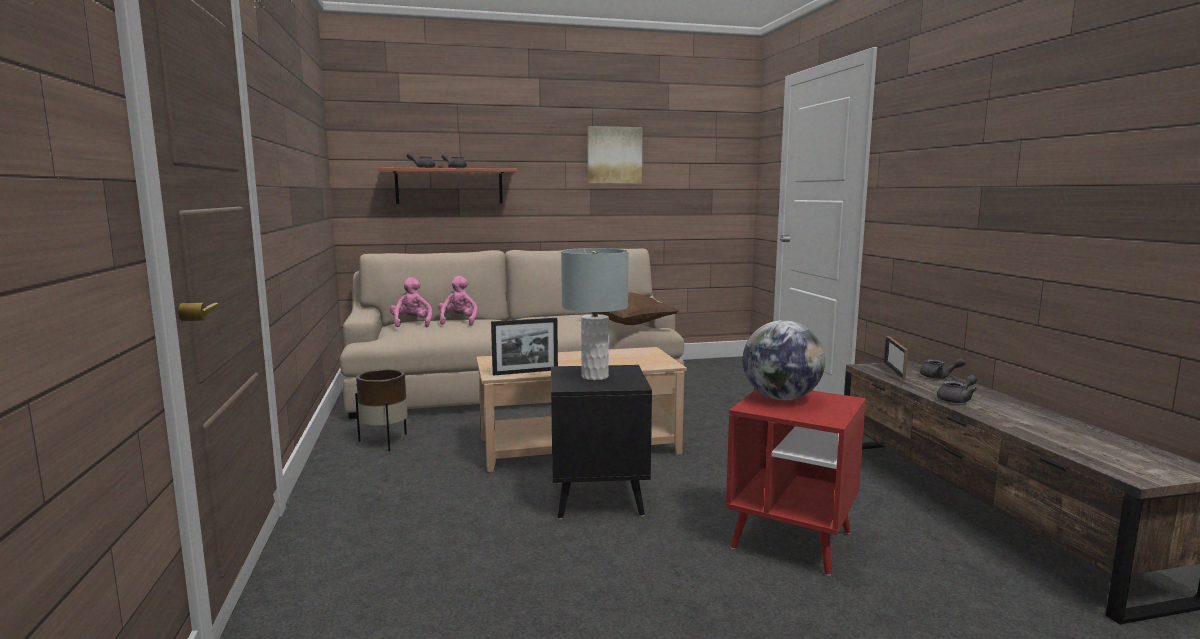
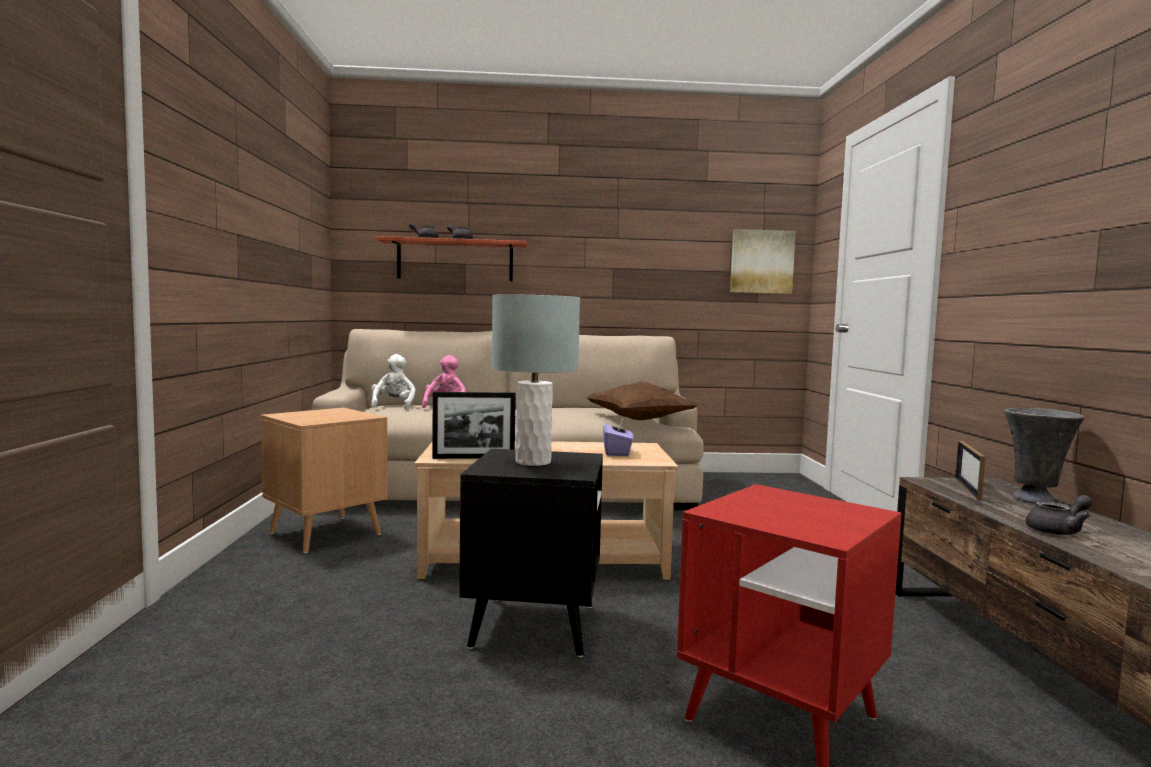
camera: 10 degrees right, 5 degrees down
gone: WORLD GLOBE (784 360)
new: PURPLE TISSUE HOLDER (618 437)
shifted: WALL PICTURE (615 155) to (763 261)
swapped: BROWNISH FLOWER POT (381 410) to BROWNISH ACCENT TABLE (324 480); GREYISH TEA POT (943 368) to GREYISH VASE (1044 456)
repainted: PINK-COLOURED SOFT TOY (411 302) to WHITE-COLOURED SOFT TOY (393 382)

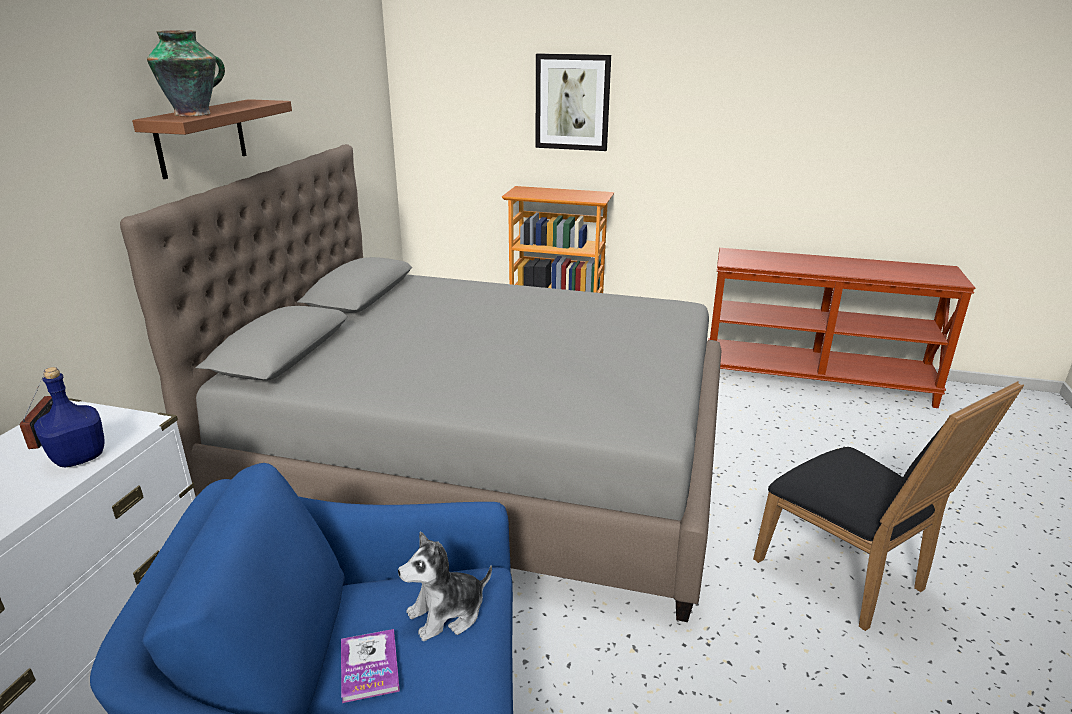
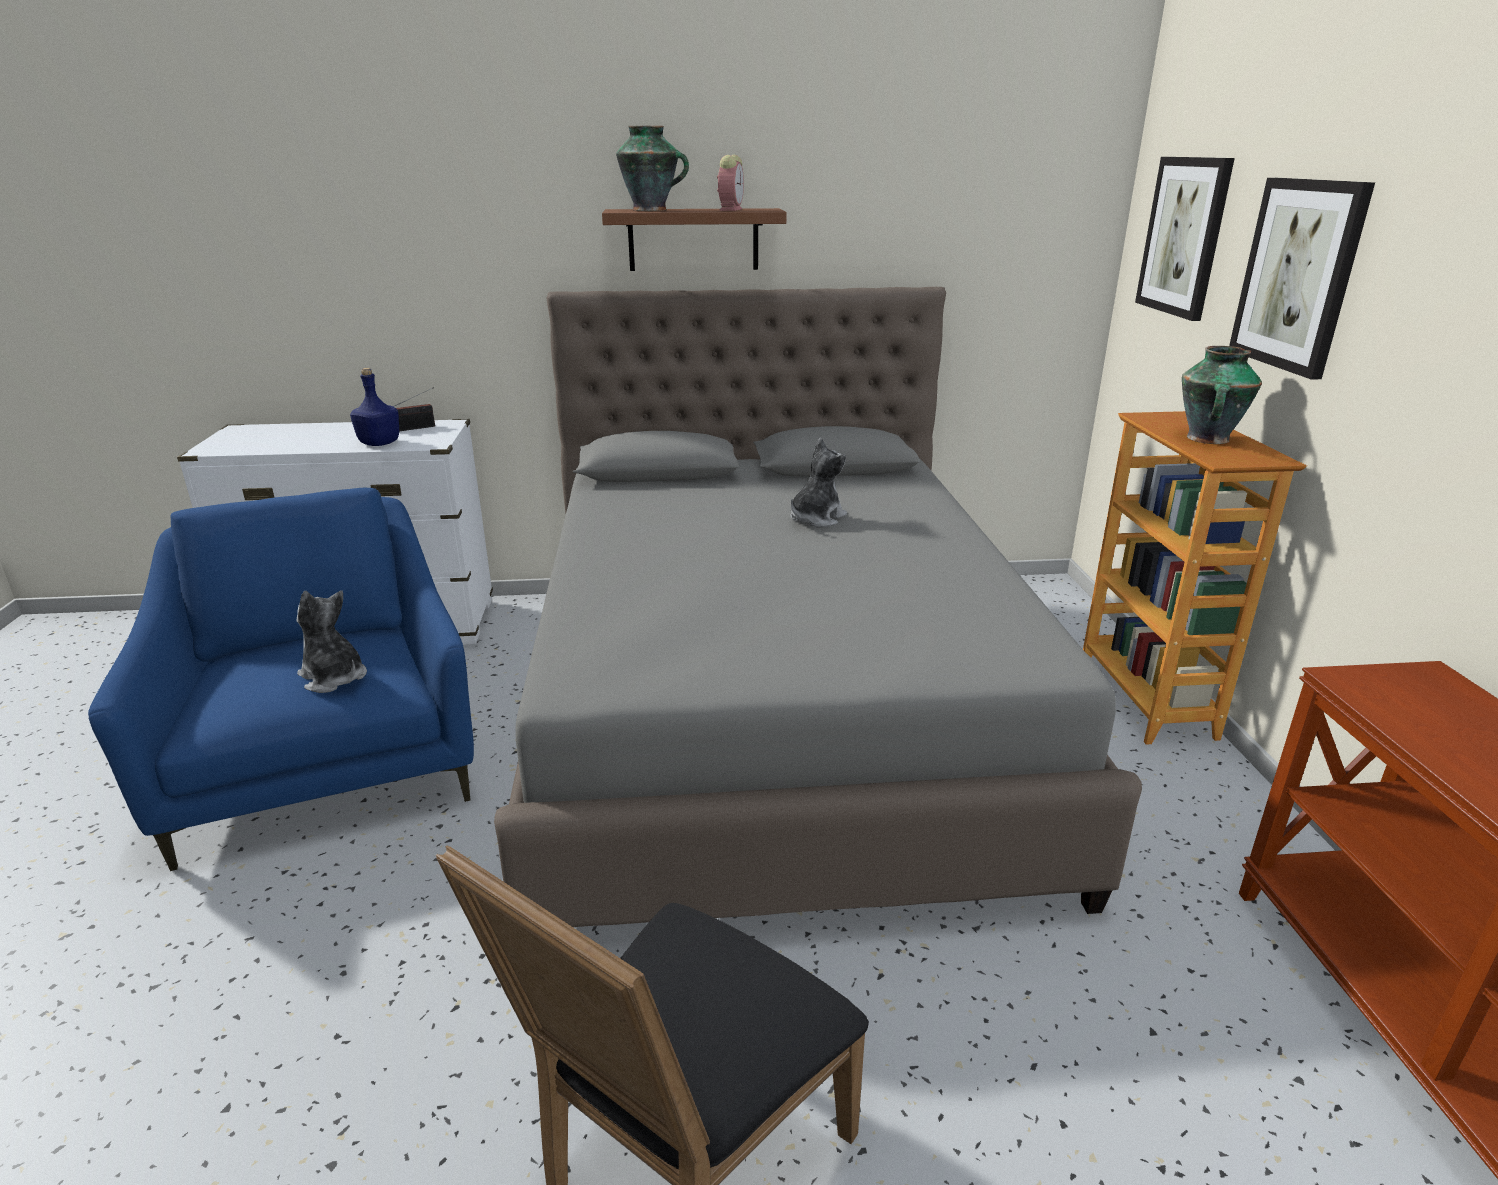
camera: 70 degrees right, 0 degrees up
gone: VOLUME (370 666)
new: ALARM CLOCK (730 183); SOFT TOY (818 482); WALL PICTURE (1185 239); VASE (1222 395)

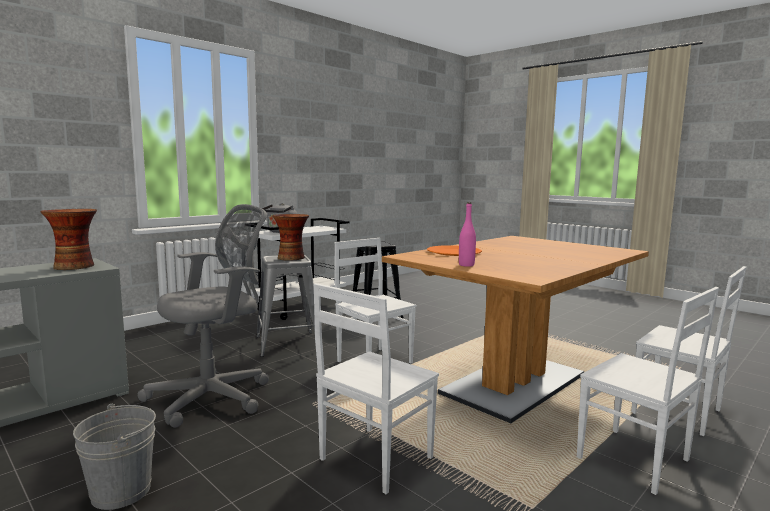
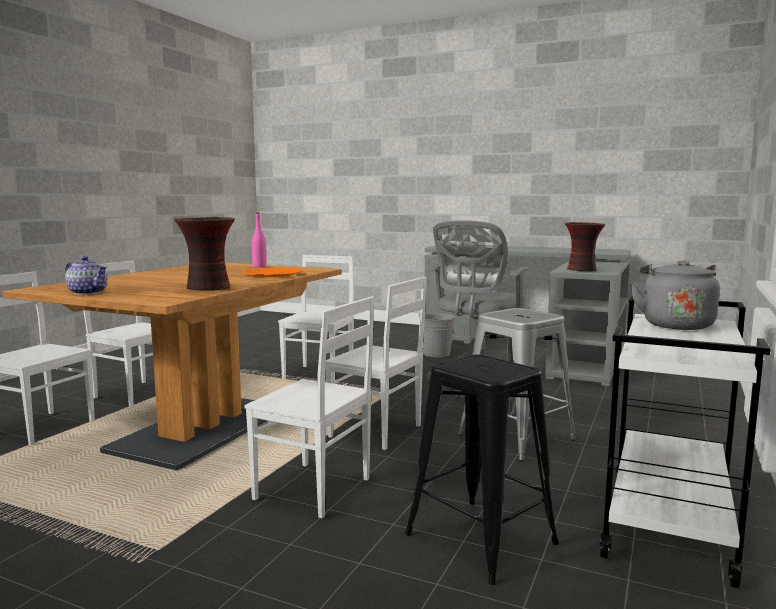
camera: 160 degrees right, 0 degrees up
new: TEA POT (86 275); WHITE-COLOURED CHAIR (309 407)
shifted: VASE (290 237) to (204 254)

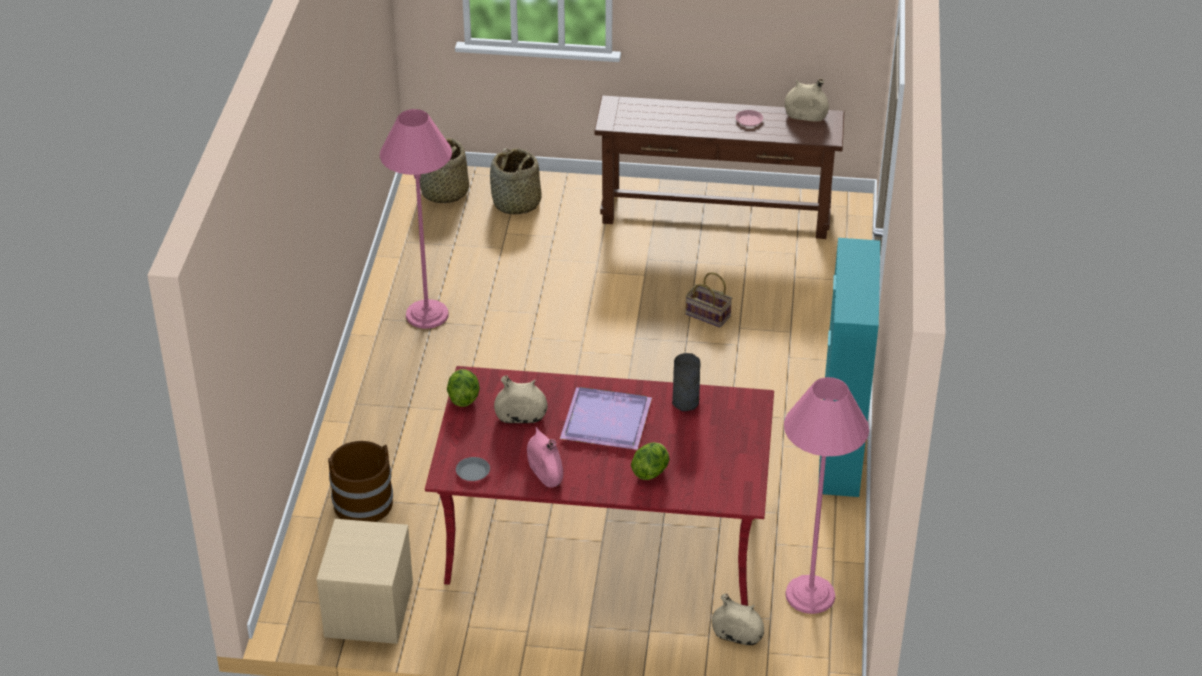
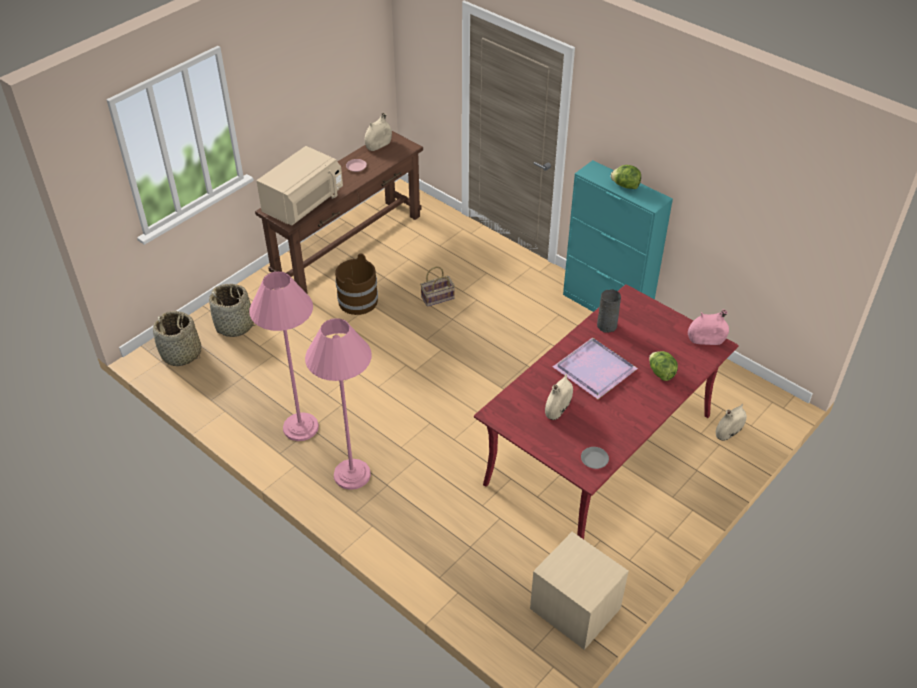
camera: 55 degrees left, 5 degrees up
new: SAND-COLOURED MICROWAVE OVEN (300 185)
shifted: BROWNISH BUCKET (360 481) to (356 284); HEAD OF LETTUCE (463 388) to (625 177); PINK-COLOURED VASE (545 457) to (708 327); PINK-COLOURED FLOOR LAMP (826 495) to (338 404)

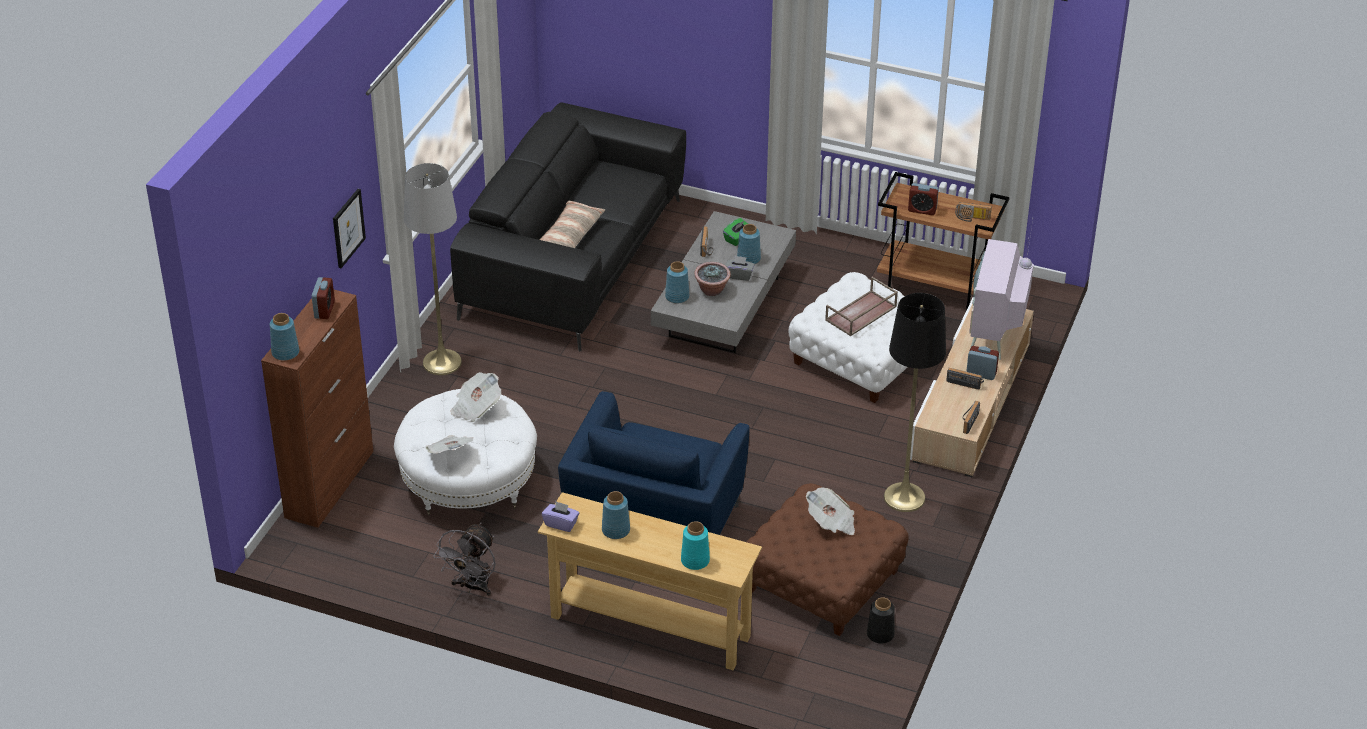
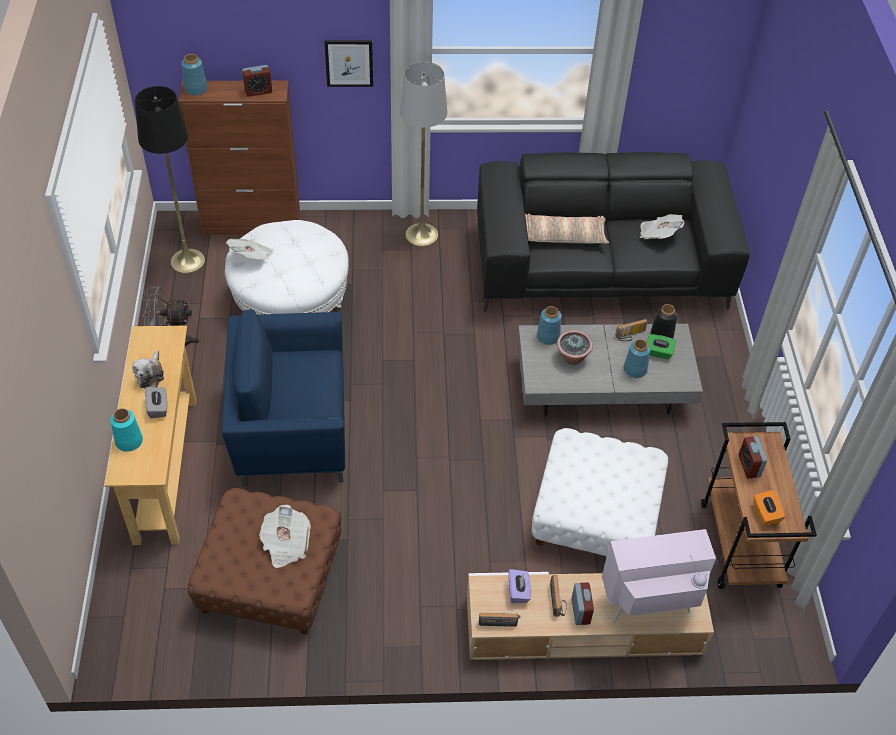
camera: 65 degrees right, 10 degrees up
gone: BROWNISH SERVING TRAY (861 306)
shifted: DAILY PAPER (475 397) to (662 226); PURPLE TISSUE HOLDER (560 516) to (519 586); GREYISH TISSUE HOLDER (740 268) to (156 402); BLACK VASE (881 620) to (664 321); BLACK FLOOR LAMP (915 402) to (170 180)
swapped: BLUE-COLOURED VASE (616 515) to SOFT TOY (148 369); RADIO (973 212) to ORANGE-COLOURED TISSUE HOLDER (769 508)

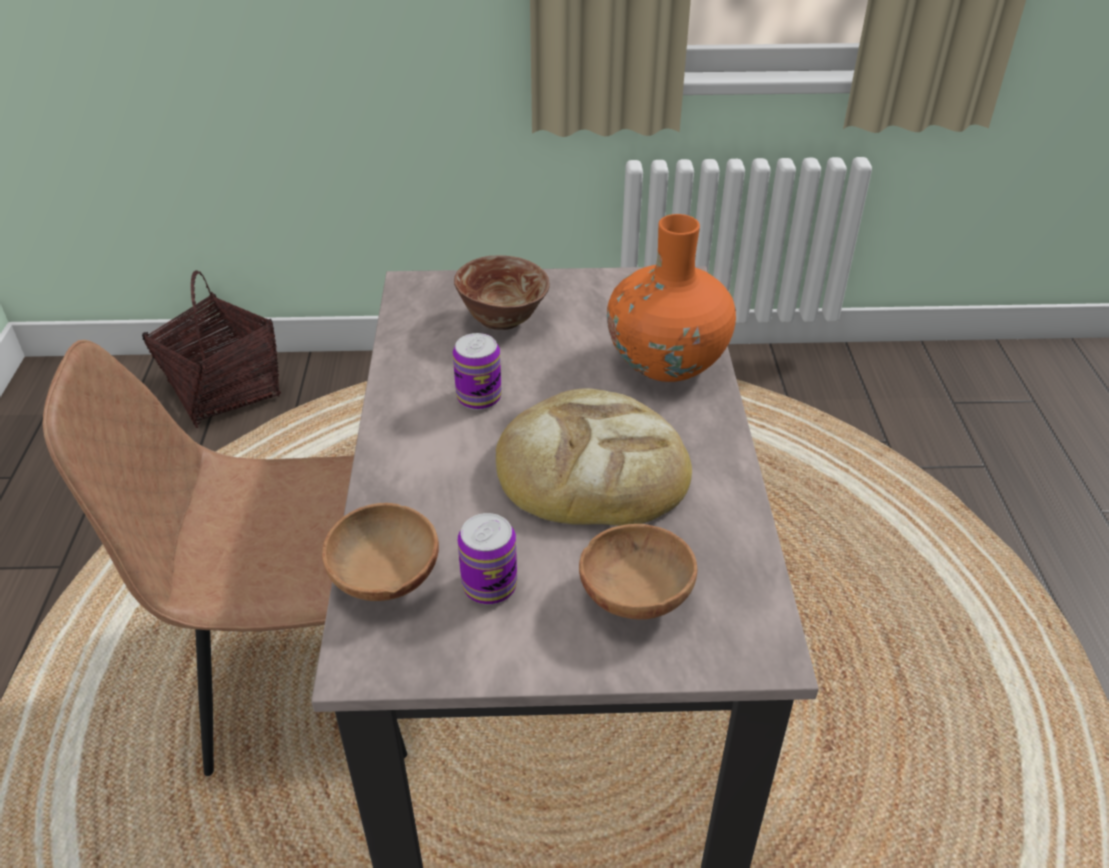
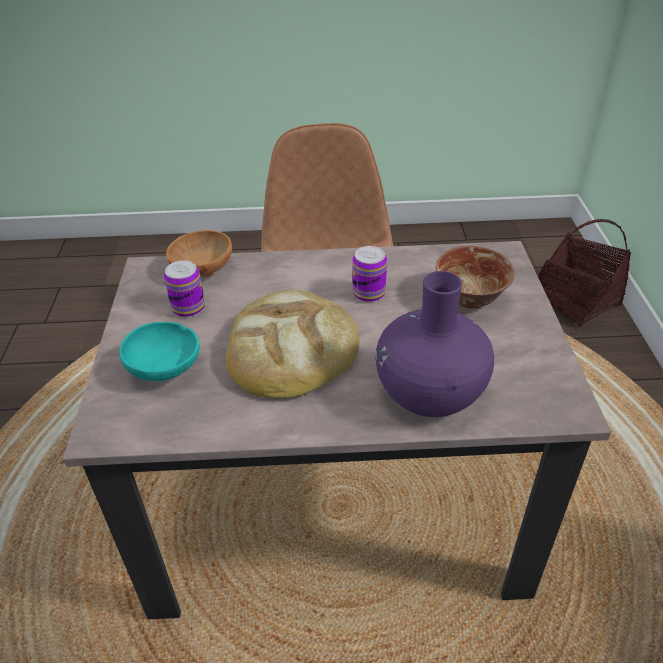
camera: 90 degrees right, 0 degrees up
repainted: BROWNISH BOWL (638 572) to BLUE-GREEN BOWL (159 351); ORANGE-COLOURED VASE (671 298) to PURPLE VASE (435 344)

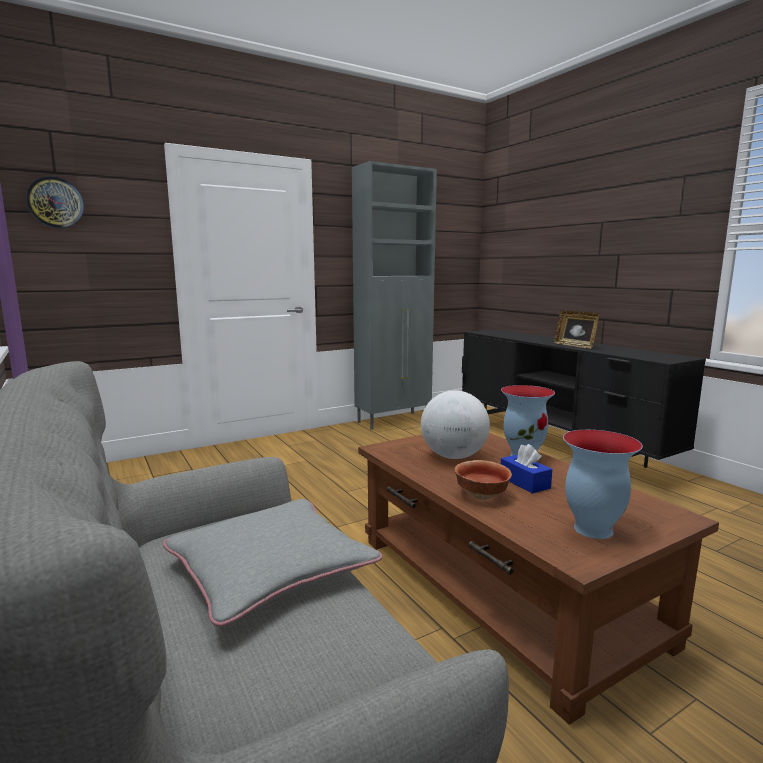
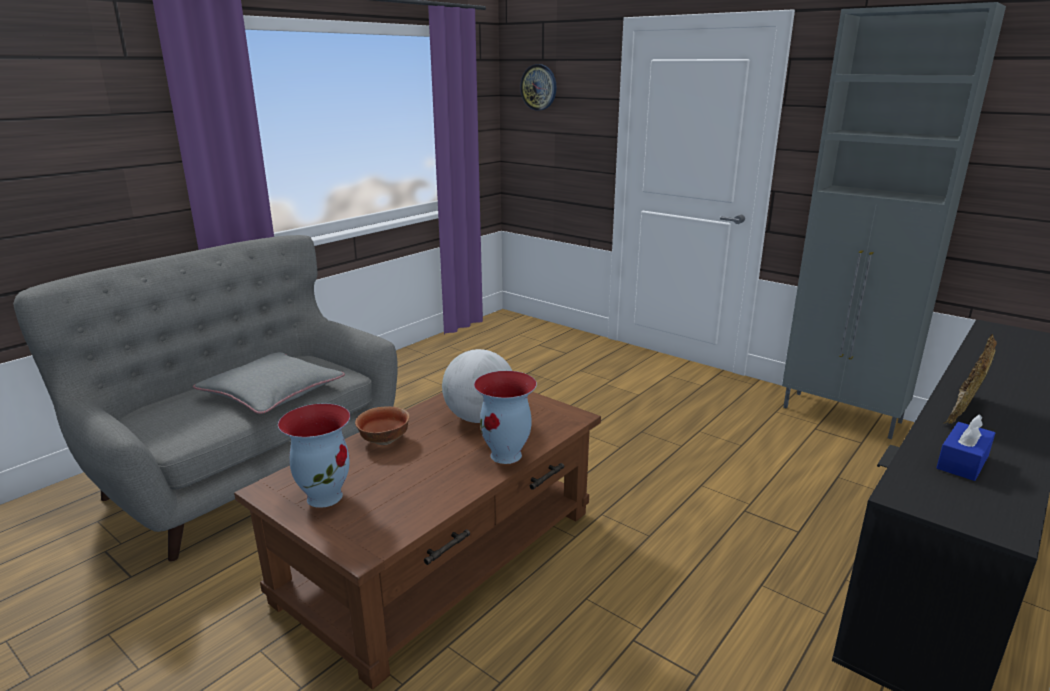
camera: 70 degrees right, 10 degrees up
shifted: BLUE-COLOURED TISSUE HOLDER (526 468) to (965 448)

